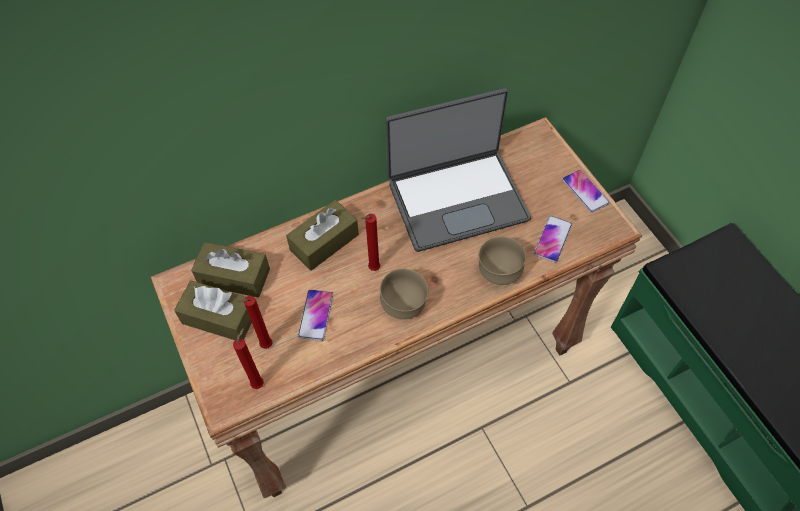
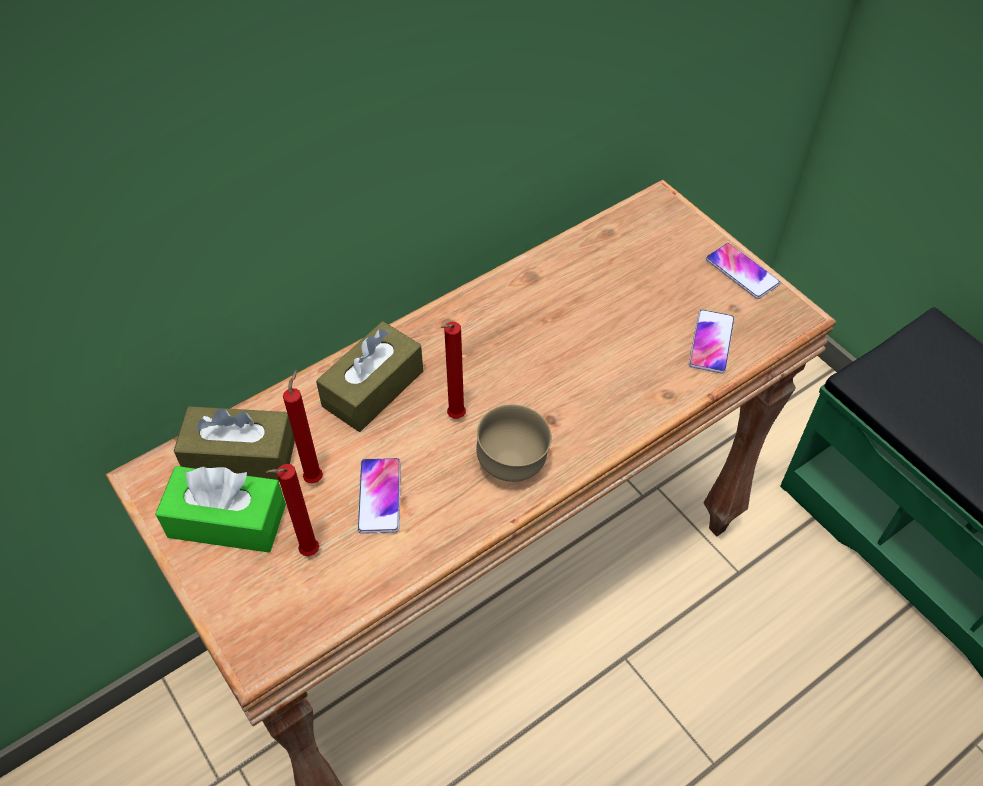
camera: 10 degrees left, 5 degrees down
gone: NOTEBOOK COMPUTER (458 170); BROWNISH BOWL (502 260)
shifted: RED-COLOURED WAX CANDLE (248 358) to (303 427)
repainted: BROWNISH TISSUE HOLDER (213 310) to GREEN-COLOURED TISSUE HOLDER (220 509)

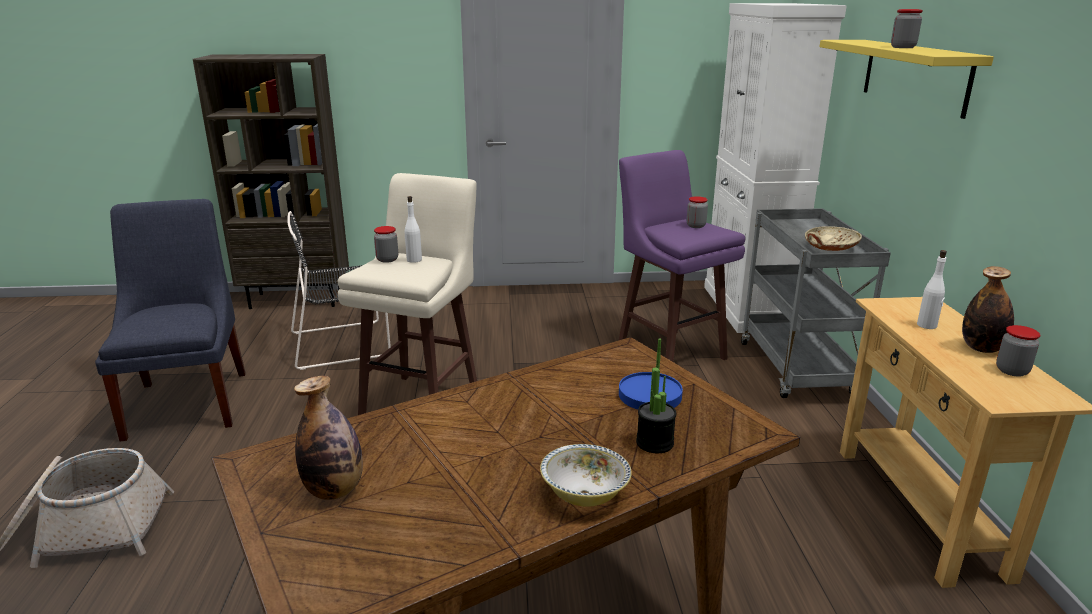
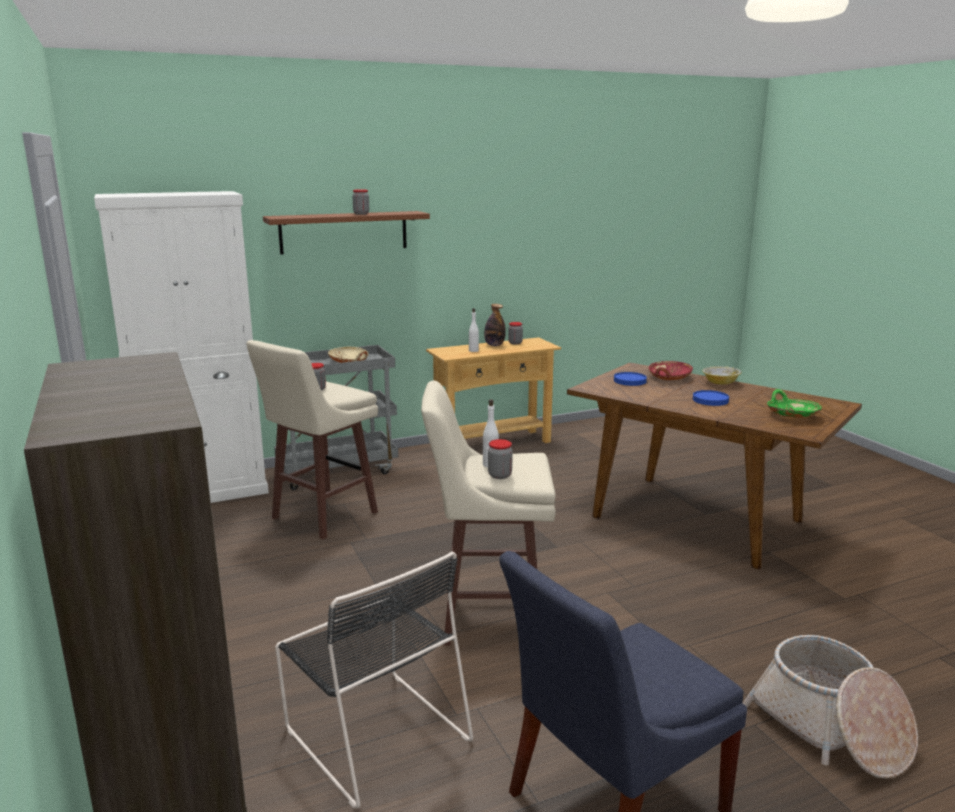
camera: 110 degrees left, 5 degrees down
new: BLUE-COLOURED FLAT DISH (711 398)
swapped: BEVERAGE BOTTLE (328 438) to GREEN-COLOURED BOWL (794 403); PLANT IN A POT (656 396) to RED-COLOURED BOWL (671 370)
repainted: PURPLE STOOL SEAT (681 256) to SAND-COLOURED STOOL SEAT (312 440); YELLOW BRACKET SHELF (907 79) to BROWNISH BRACKET SHELF (346 233)

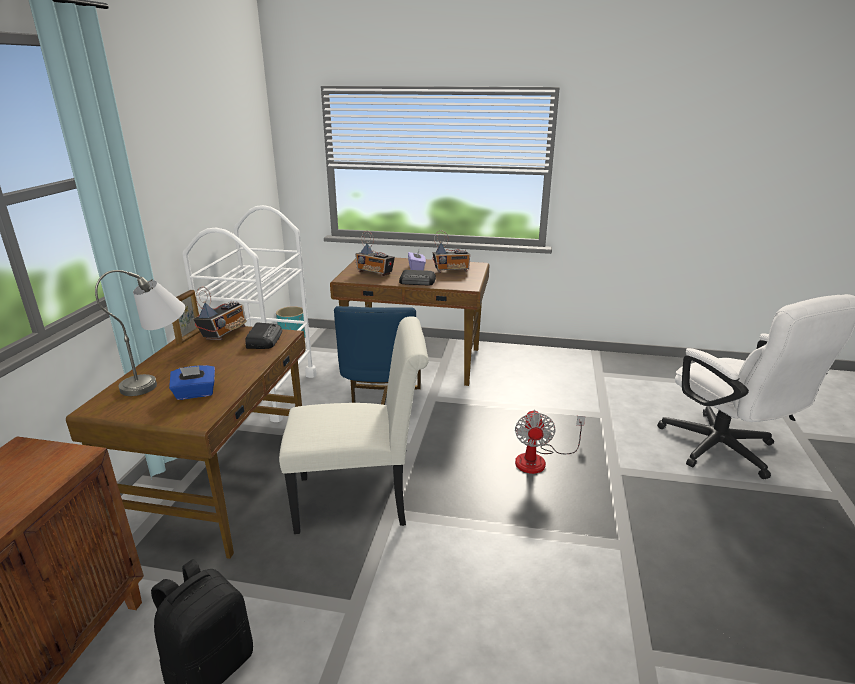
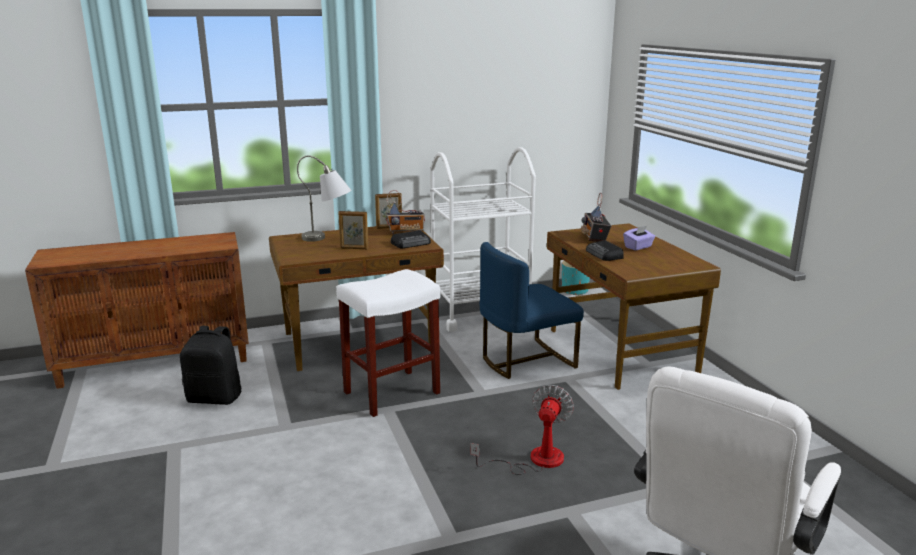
camera: 60 degrees right, 5 degrees down
gone: BLUE-COLOURED TISSUE HOLDER (192 382); RADIO (451 252)
new: PICTURE FRAME (353 230)
swapped: WHITE-COLOURED CHAIR (354 425) to WHITE-COLOURED STOOL SEAT (388 343)
rotated: ELECTRIC FAN (550 442) = (522 430) 135 degrees clockwise

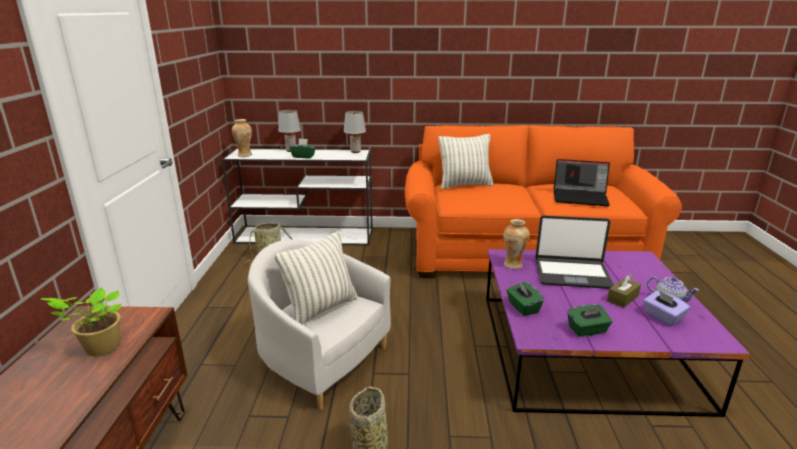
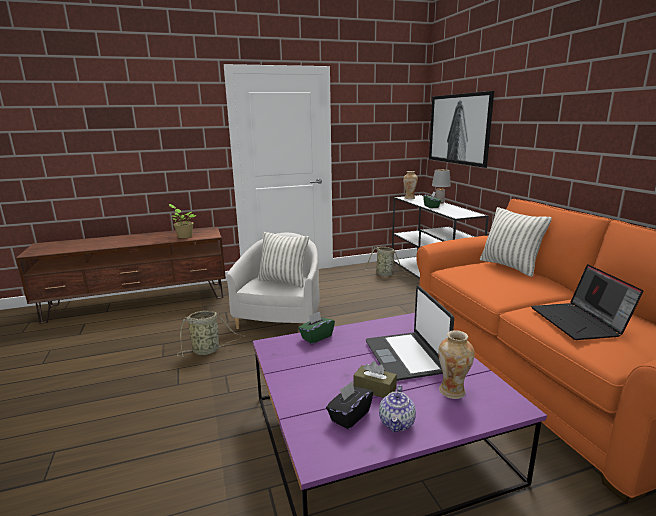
camera: 70 degrees right, 5 degrees down
gone: GREYISH TABLETOP LAMP (355 132); GREEN-COLOURED TISSUE HOLDER (590 321)
new: WALL PICTURE (461 129)
shifted: VASE (517 244) to (456 364)
repainted: PURPLE TISSUE HOLDER (666 308) to BLACK TISSUE HOLDER (349 405)

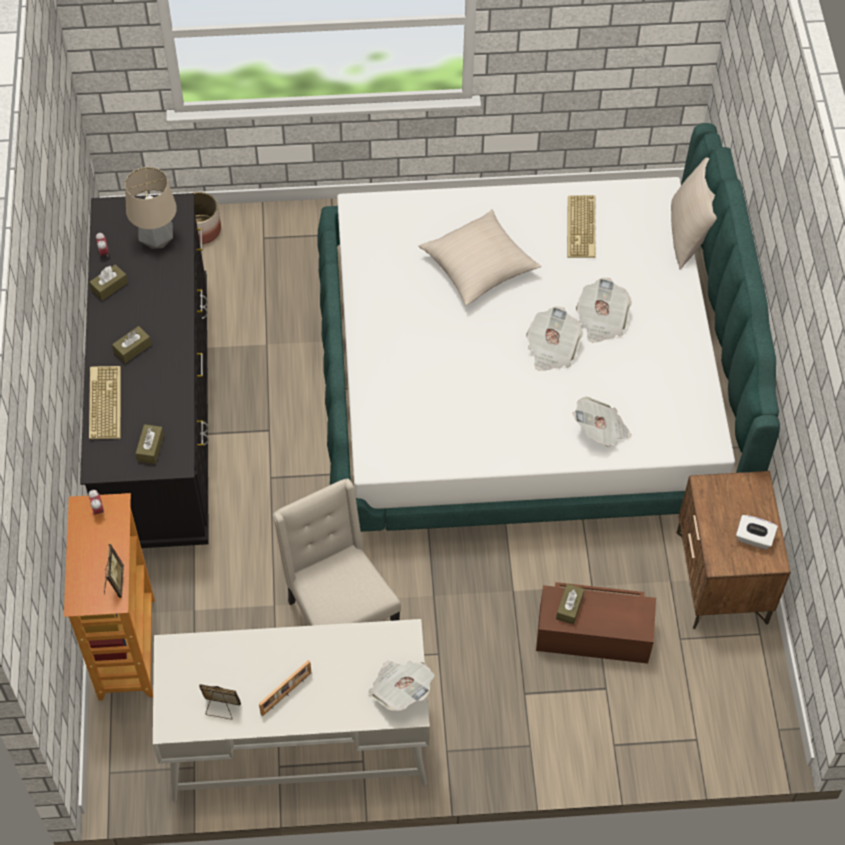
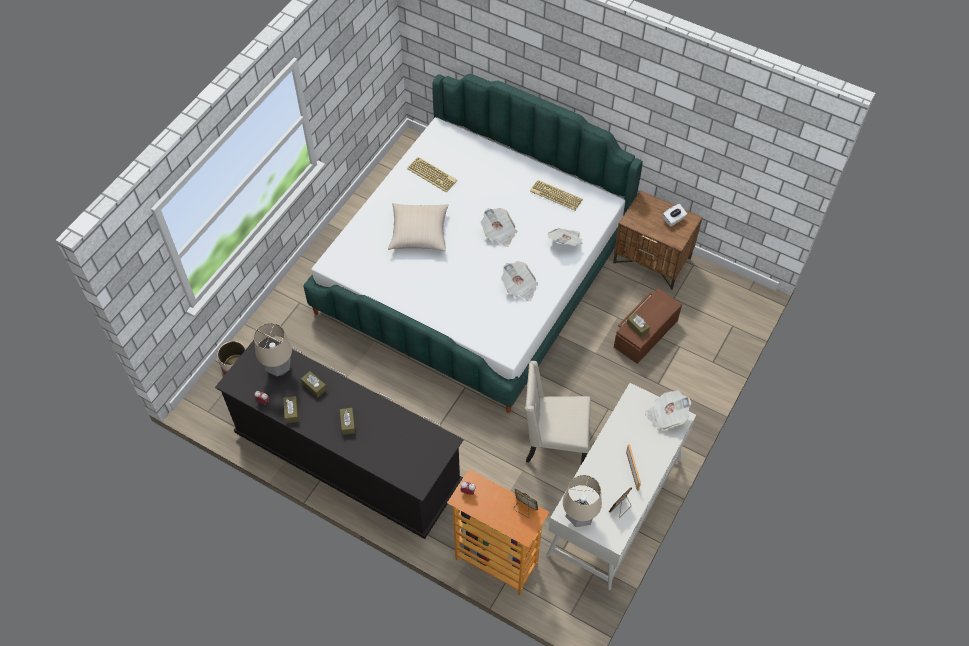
camera: 55 degrees left, 0 degrees up
gone: SAND-COLOURED THROW PILLOW (694 209)
new: TABLETOP LAMP (582 501)
shifted: COMPUTER KEYBOARD (105 402) to (556 195); BROWNISH TISSUE HOLDER (150 444) to (314 384); DAILY PAPER (604 310) to (519 281)

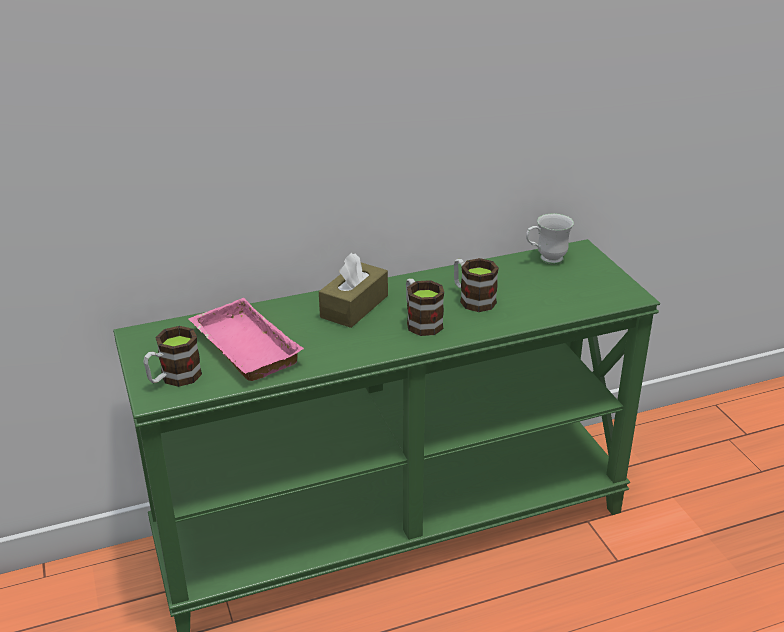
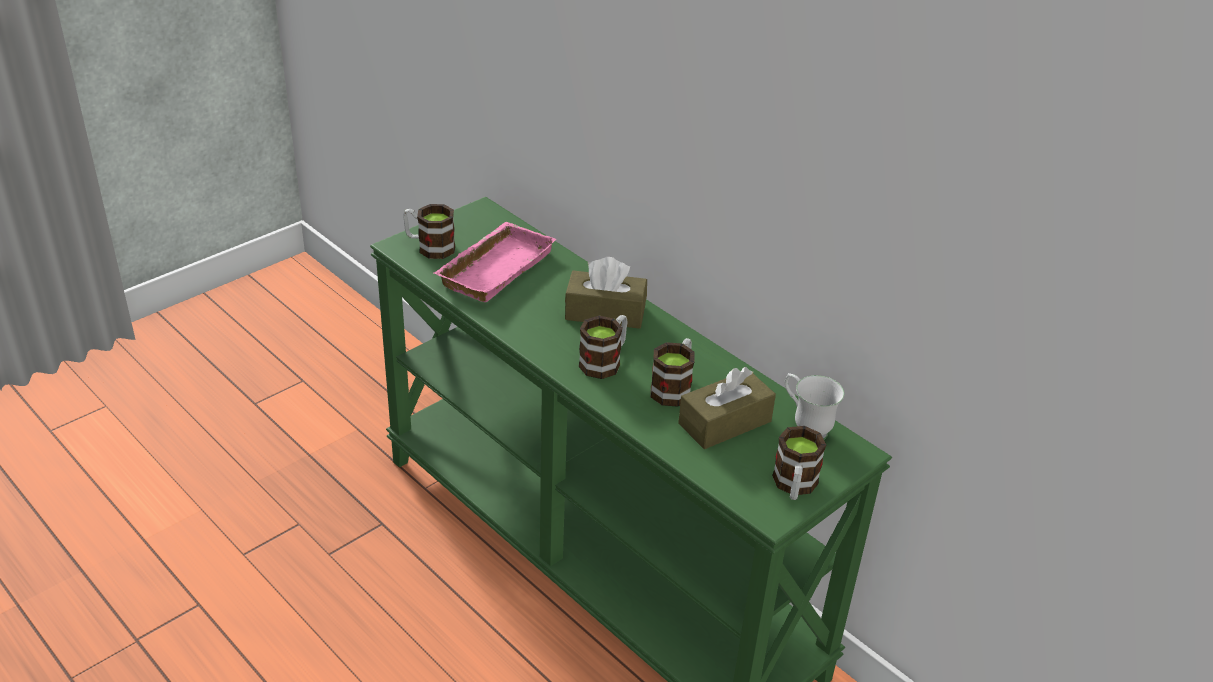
camera: 65 degrees right, 5 degrees up
new: BROWNISH TISSUE HOLDER (727 408); MUG (799 463)

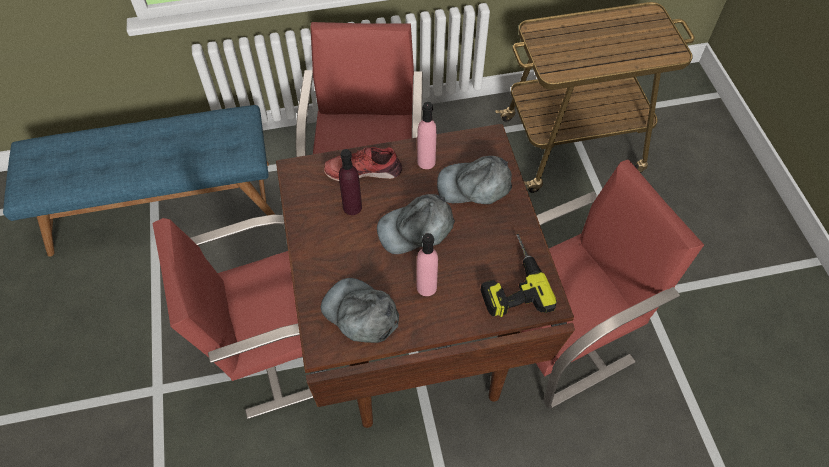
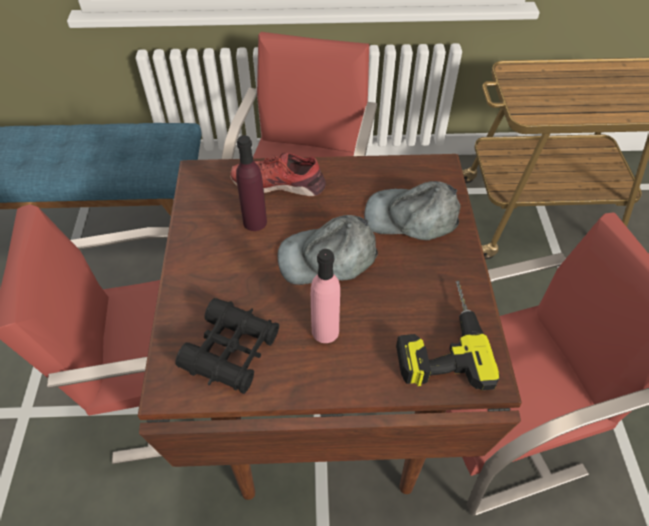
camera: 10 degrees right, 5 degrees down
gone: PINK-COLOURED BEVERAGE BOTTLE (427 135)
swapped: GREYISH BASEBALL CAP (360 310) to BLACK BINOCULARS (227 346)

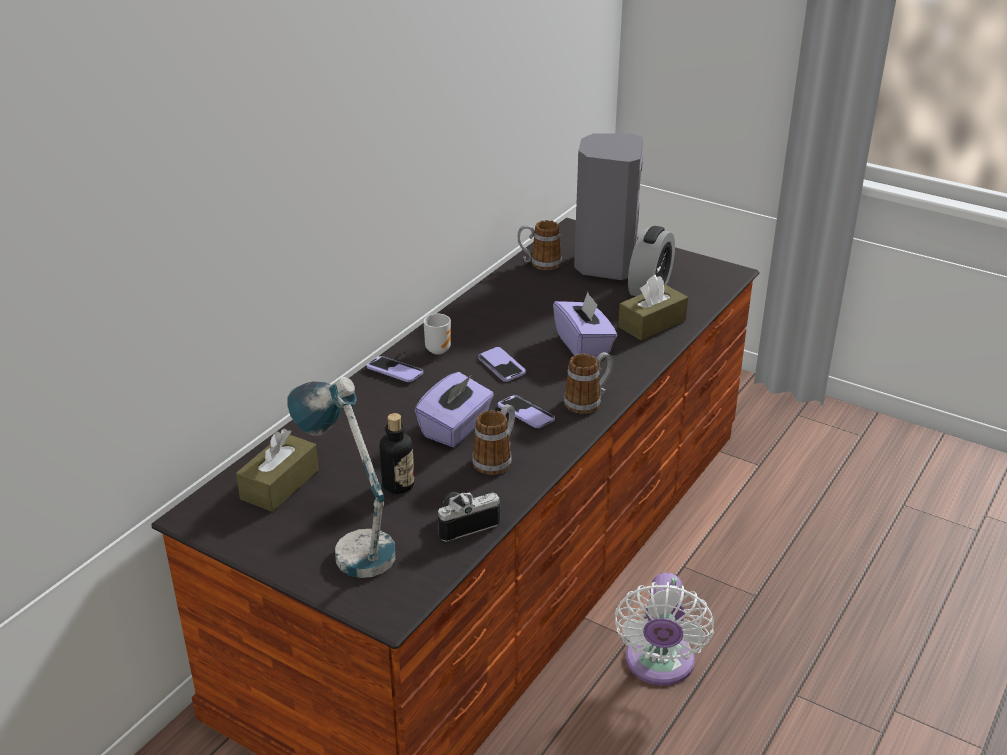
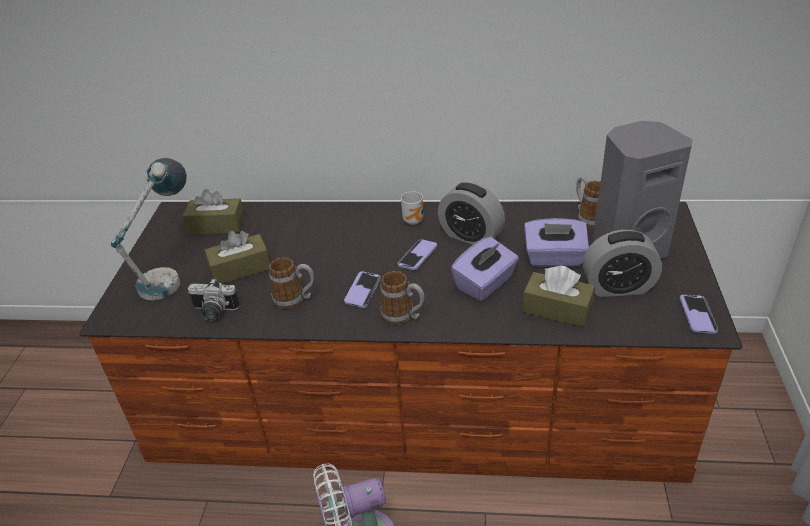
camera: 65 degrees right, 5 degrees up
new: ALARM CLOCK (471 213)
shifted: HANDSET (394 369) to (699 314); PURPLE TISSUE HOLDER (454 409) to (556 242)
swapped: BEVERAGE BOTTLE (397 453) to BROWNISH TISSUE HOLDER (237 257)
rotated: STILL CAMERA (469 517) = (214 299) 150 degrees clockwise

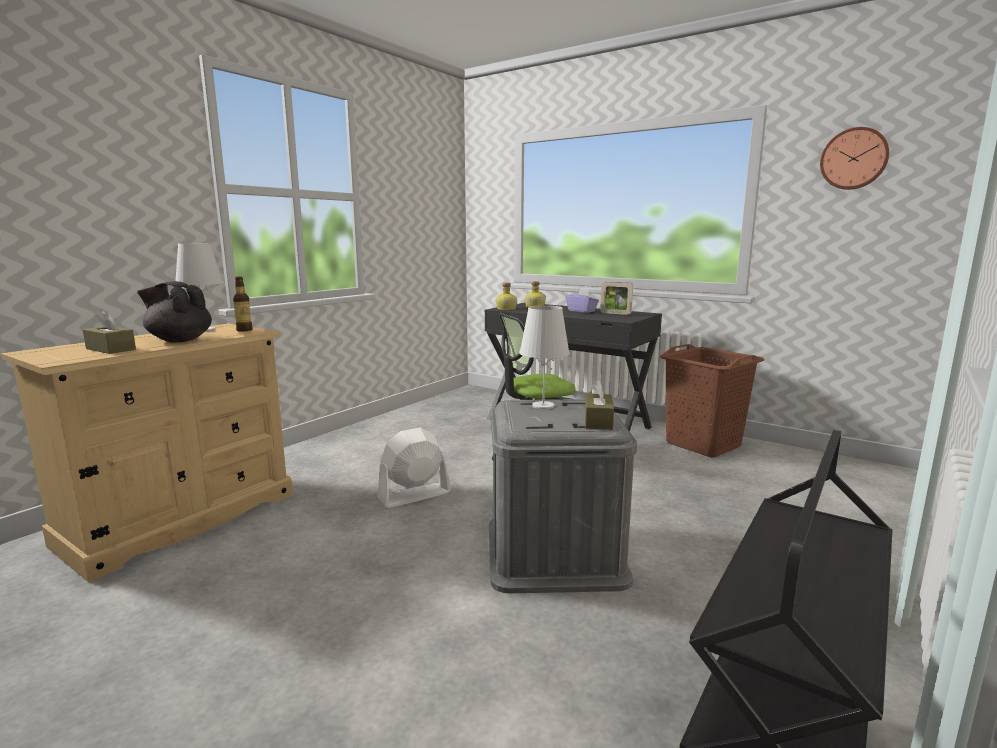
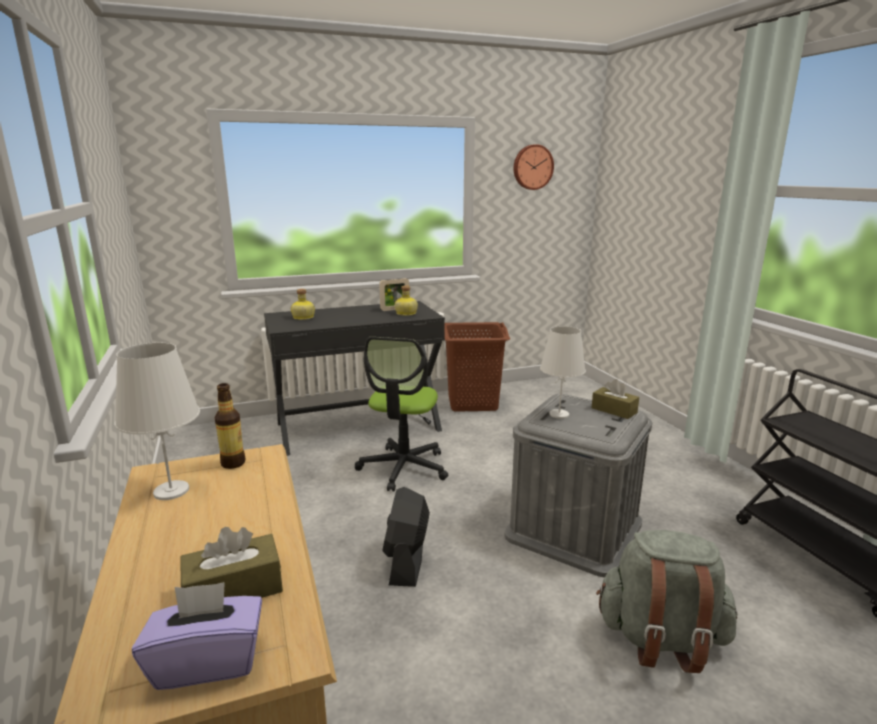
camera: 55 degrees left, 5 degrees up
gone: BLACK TEA POT (174 312)
new: GREYISH KNAPSACK (666 601)
shifted: BEVERAGE BOTTLE (506 296) to (406 300); PURPLE TISSUE HOLDER (582 300) to (197 636)
repainted: WHITE-COLOURED ELECTRIC FAN (414 468) to BLACK ELECTRIC FAN (406 537)

